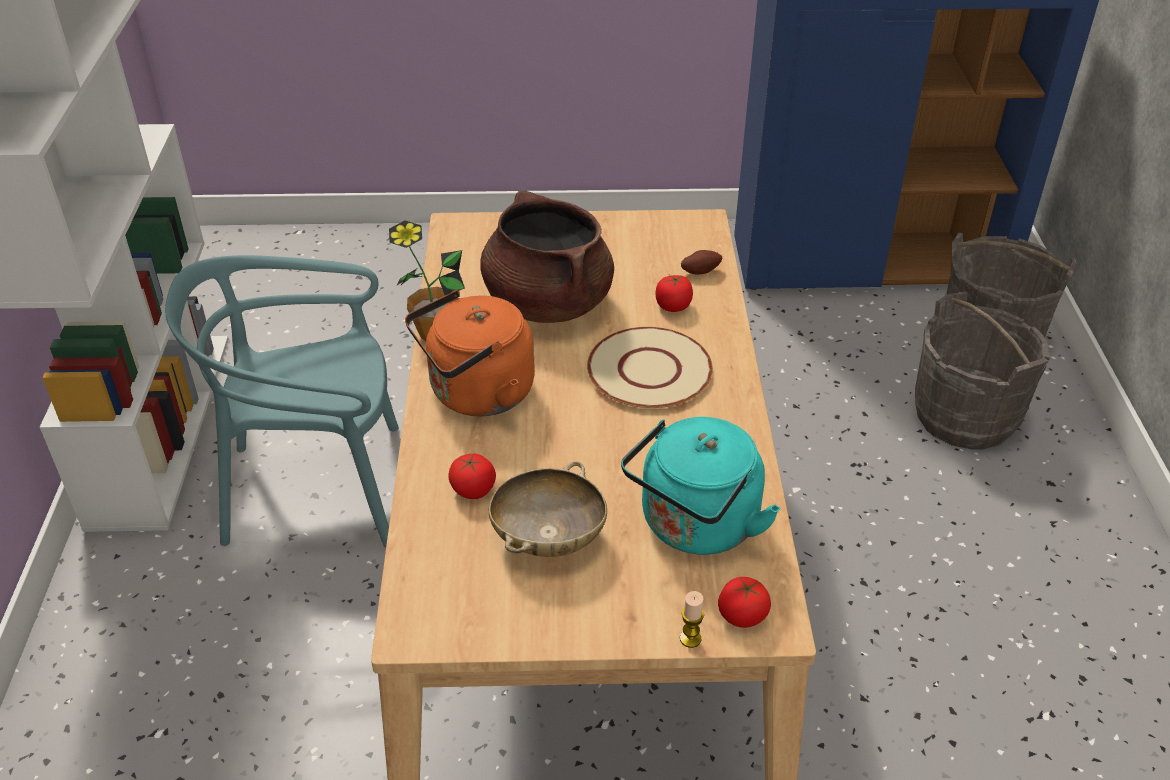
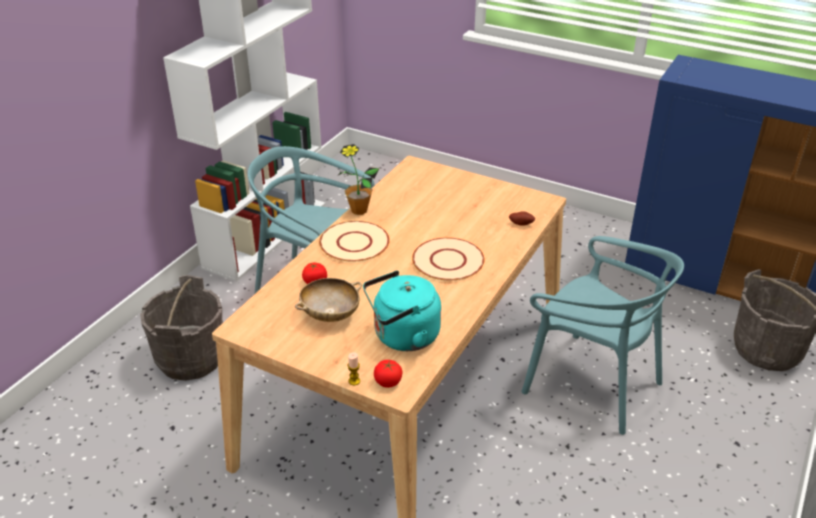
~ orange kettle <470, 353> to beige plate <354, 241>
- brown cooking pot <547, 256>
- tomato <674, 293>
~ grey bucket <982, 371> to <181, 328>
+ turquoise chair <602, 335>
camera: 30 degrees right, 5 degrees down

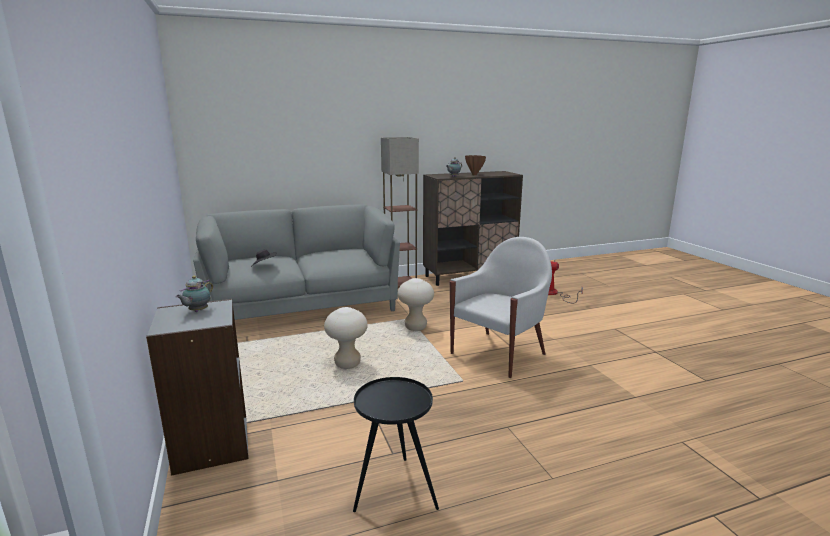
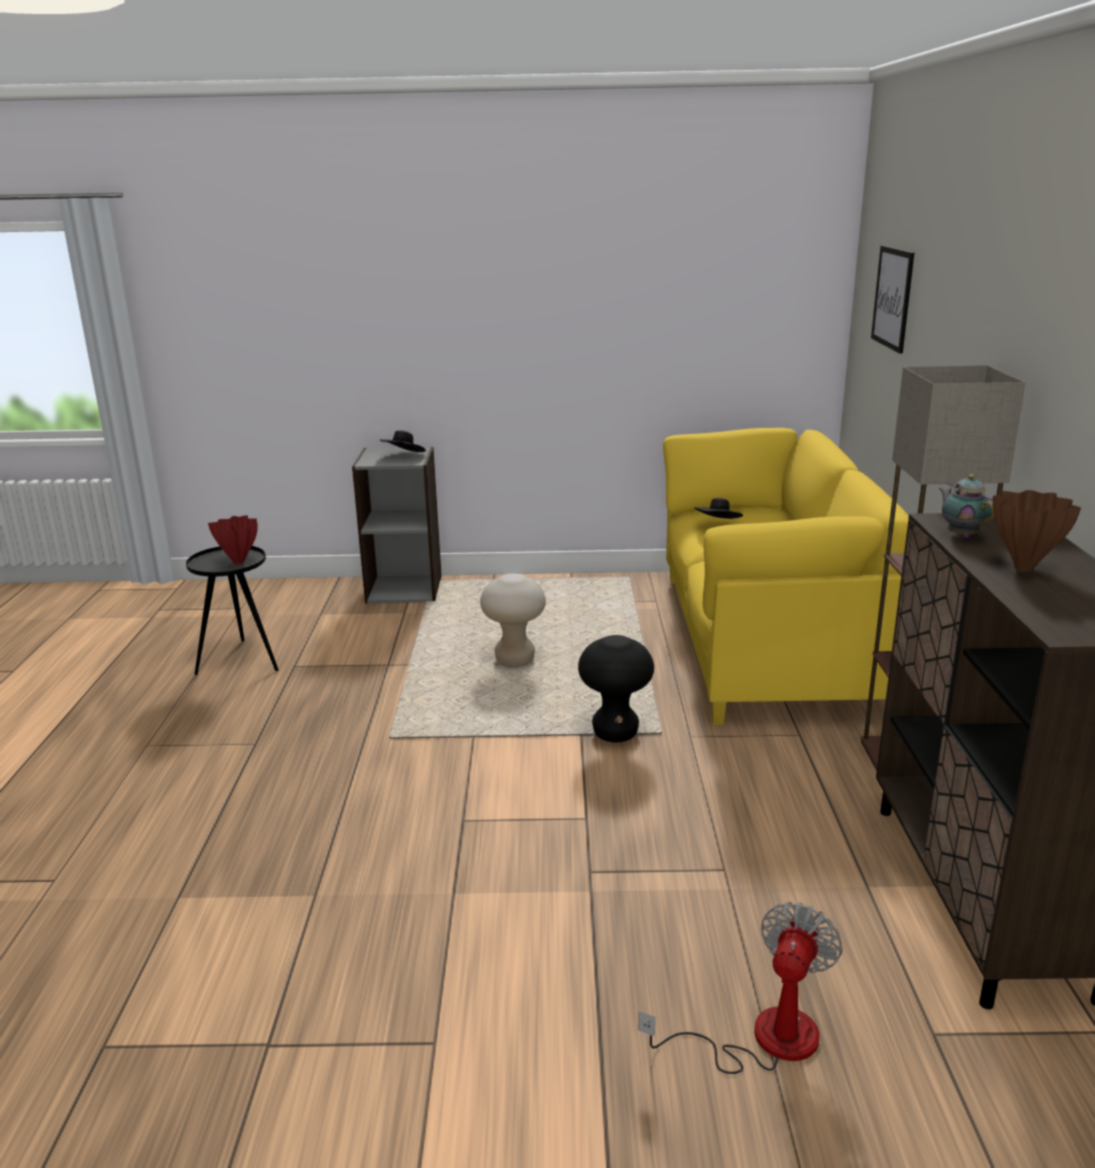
~ teapot <194, 294> to black hat <403, 441>
~ grey sofa <296, 262> to yellow sofa <786, 576>
~ beige stool <416, 304> to black stool <616, 688>
- white armchair <501, 307>
+ red vase <233, 539>
+ picture <892, 299>
camera: 110 degrees right, 5 degrees up

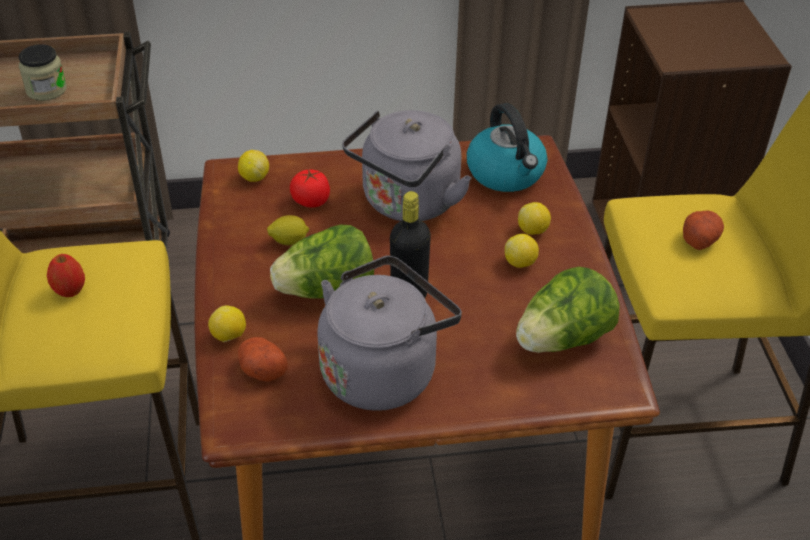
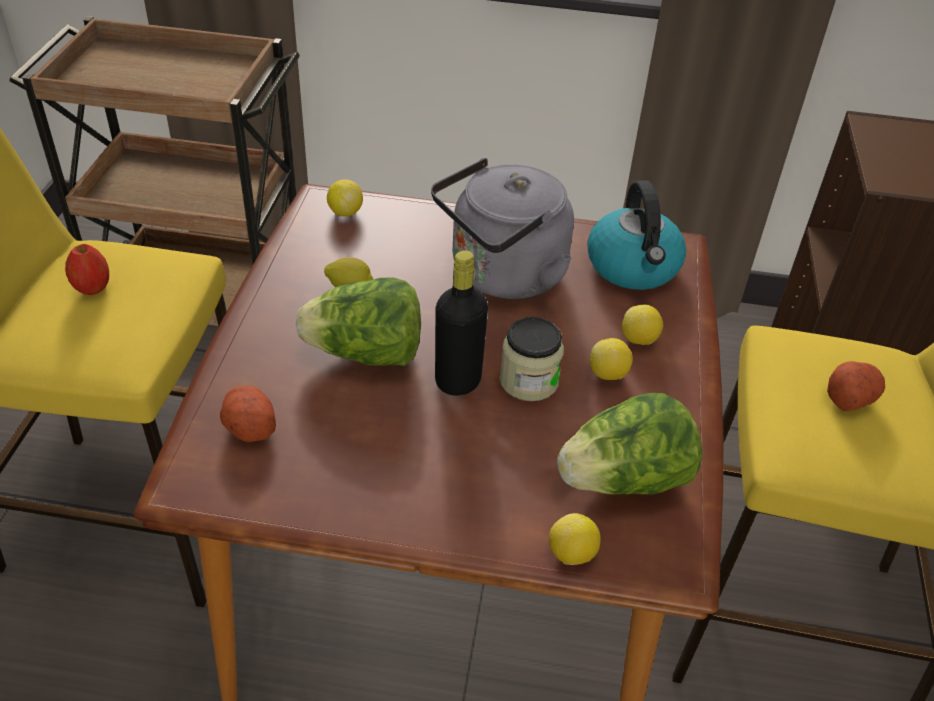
~ jar <43, 72> to <532, 359>
~ lemon <227, 323> to <575, 539>
- tomato <310, 188>
- grey kettle <389, 333>
camera: 15 degrees right, 0 degrees up

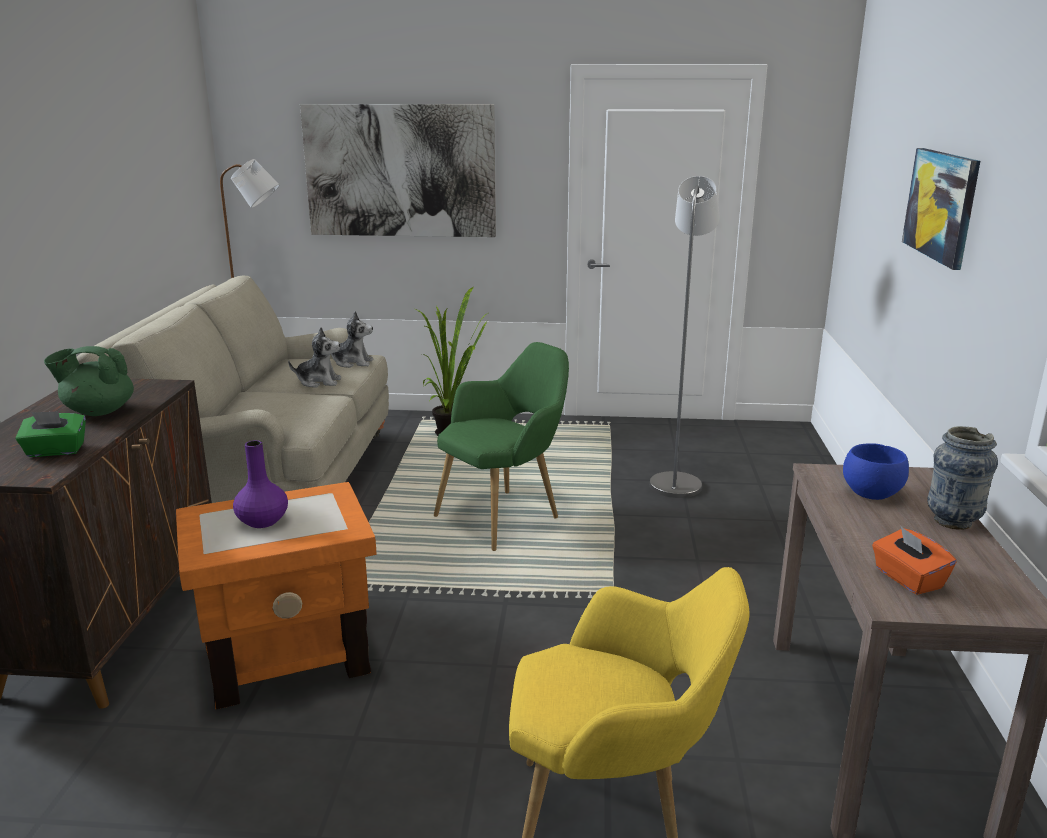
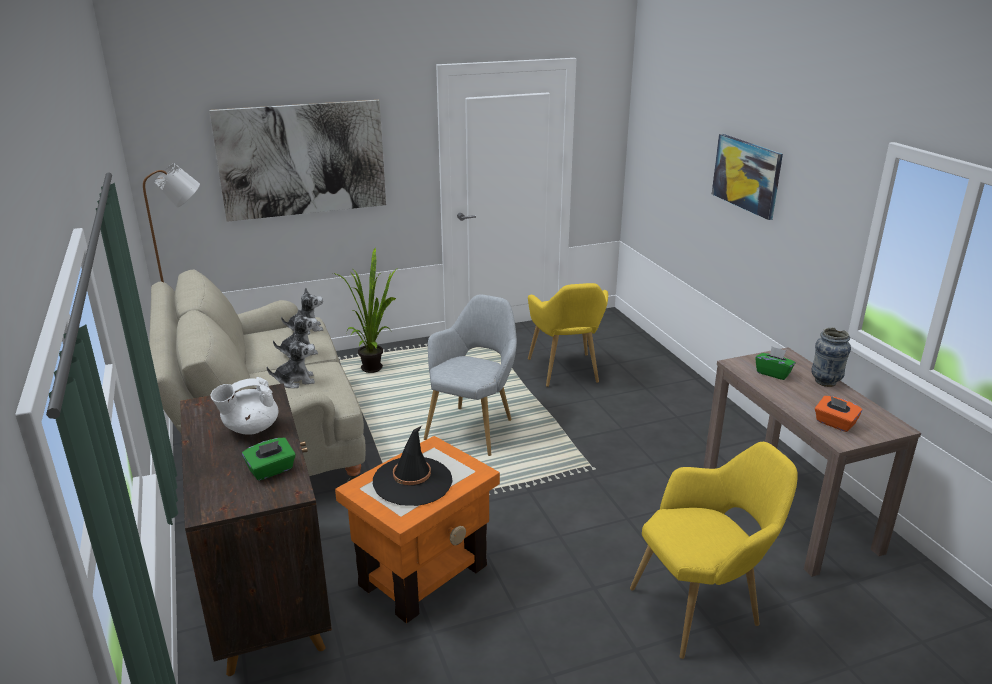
~ green teapot <89, 381> to white teapot <244, 406>
~ purple vase <260, 484> to black hat <412, 466>
~ green armchair <501, 446> to grey armchair <470, 375>
~ grey floor lamp <685, 337> to yellow armchair <568, 335>
~ blue bowl <876, 471> to green tissue box <775, 363>
+ plush toy <291, 361>
camera: 25 degrees left, 5 degrees up

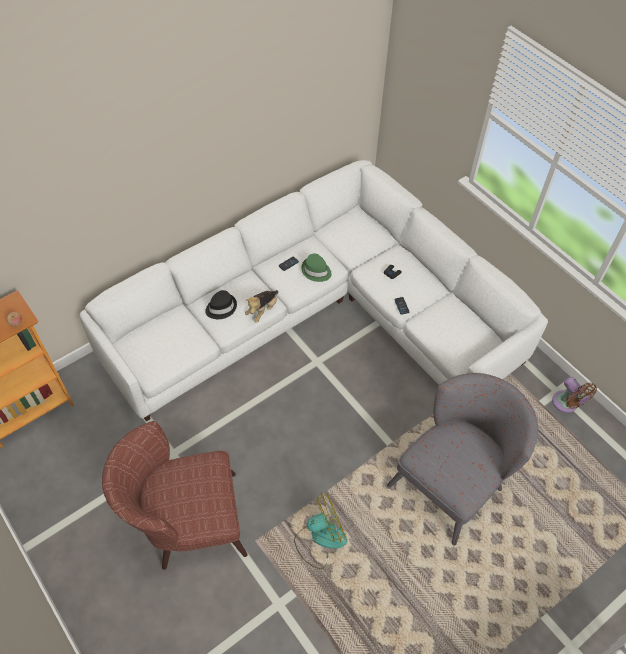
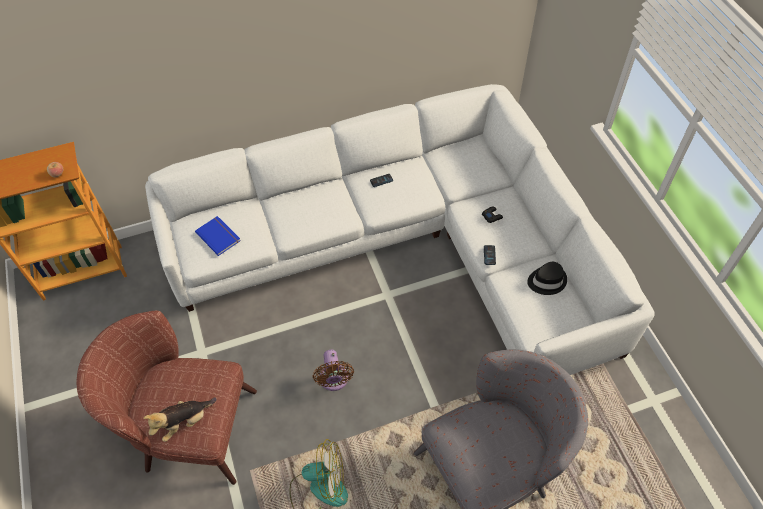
~ black hat <221, 304> to <547, 278>
~ plush toy <261, 306> to <180, 419>
- green hat <316, 267>
~ brown fan <574, 395> to <333, 370>
+ blue book <218, 236>
camera: 20 degrees right, 0 degrees up

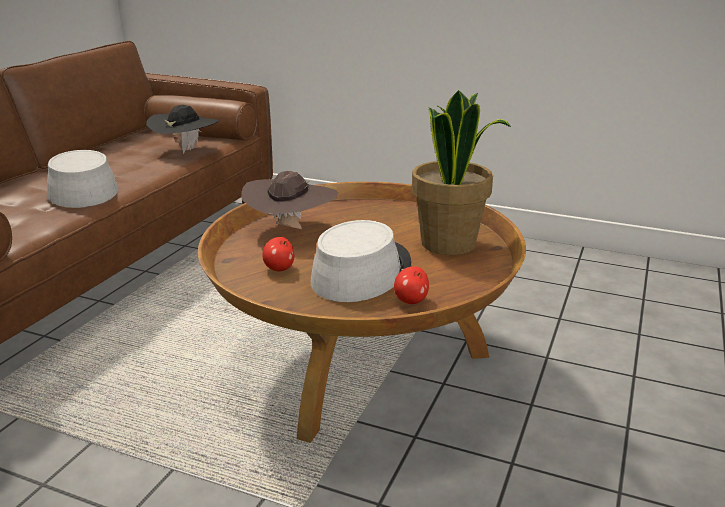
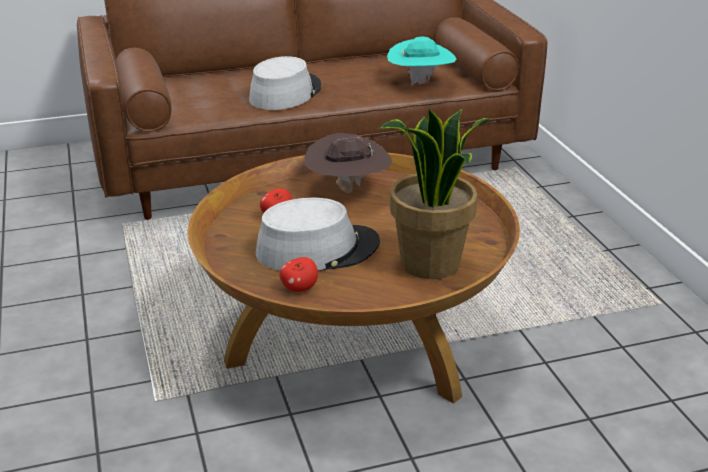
~ black hat <182, 129> to turquoise hat <421, 61>
camera: 50 degrees right, 5 degrees up

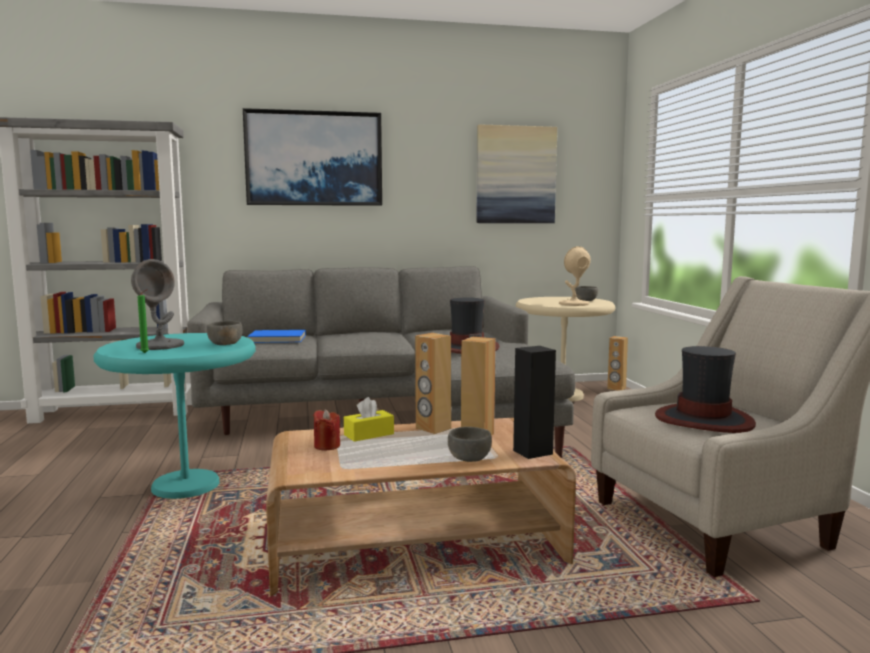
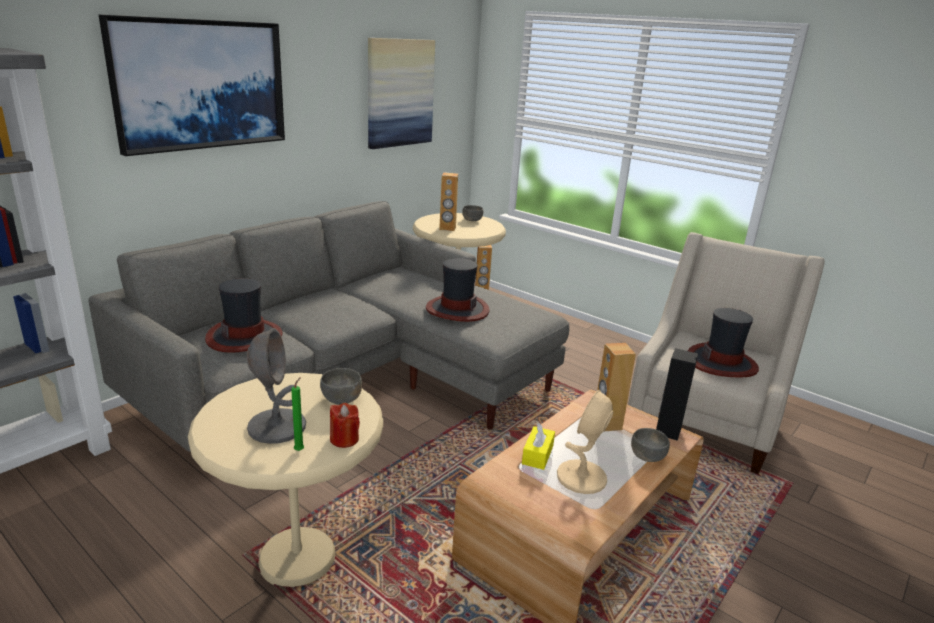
~ turquoise side table <174, 416> to beige side table <285, 480>
~ blue book <276, 336> to hat <243, 315>
~ red candle <326, 430> to <345, 425>
~ brown speaker <433, 383> to <448, 201>
~ beige table lamp <575, 276> to <585, 442>
camera: 40 degrees left, 15 degrees up

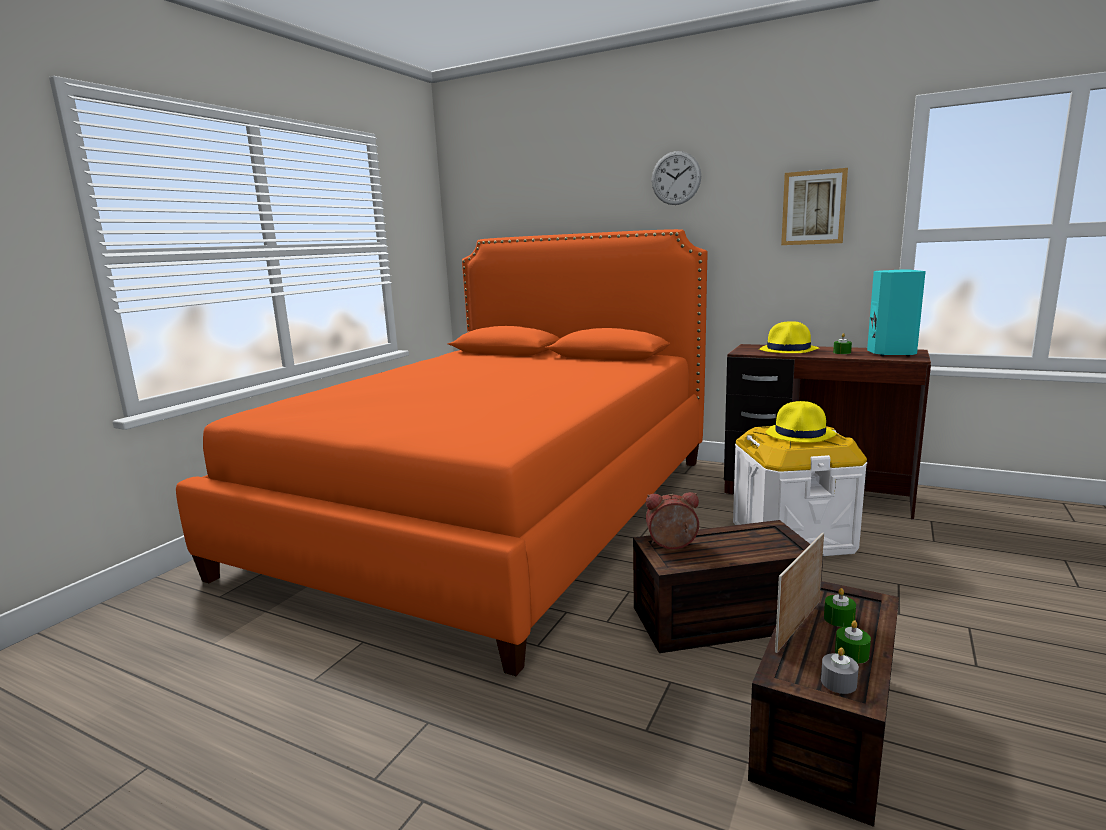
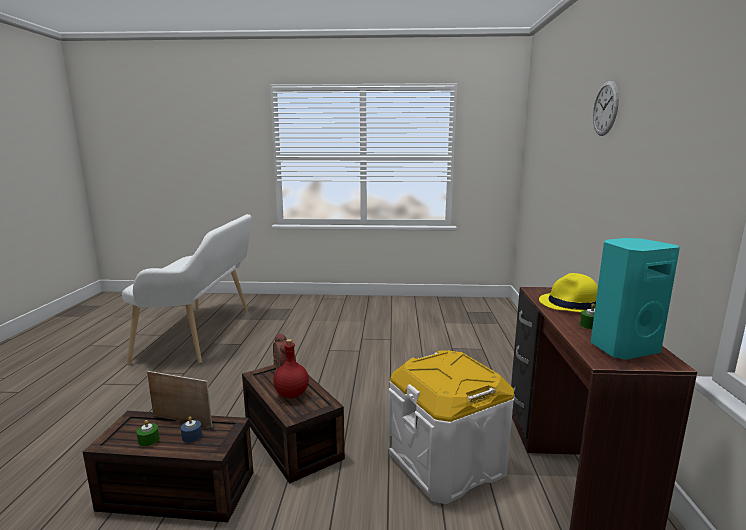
- orange bed <441, 452>
- yellow hat <800, 421>
- picture <814, 206>
- grey candle <840, 670>
~ green candle <840, 607> to blue candle <191, 429>
+ white bench <187, 290>
+ red bottle <291, 369>
camera: 65 degrees right, 0 degrees up

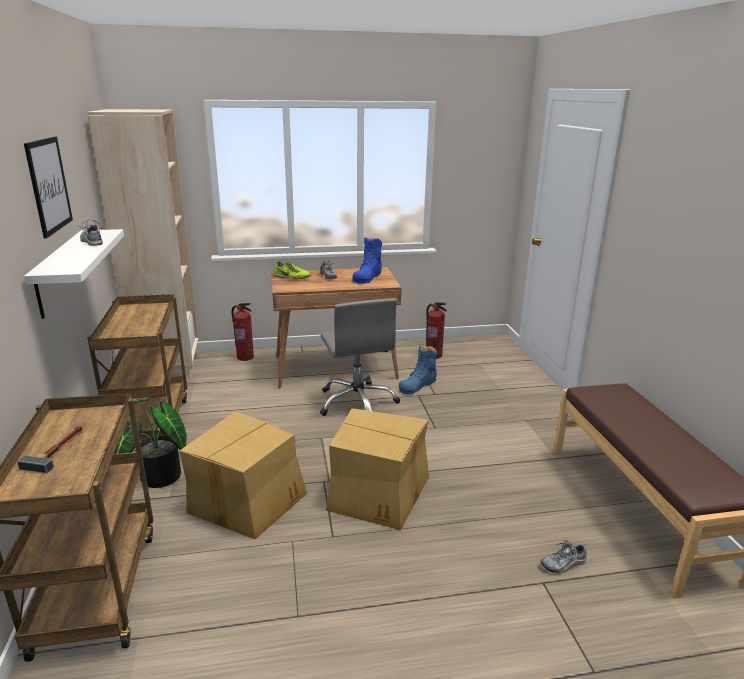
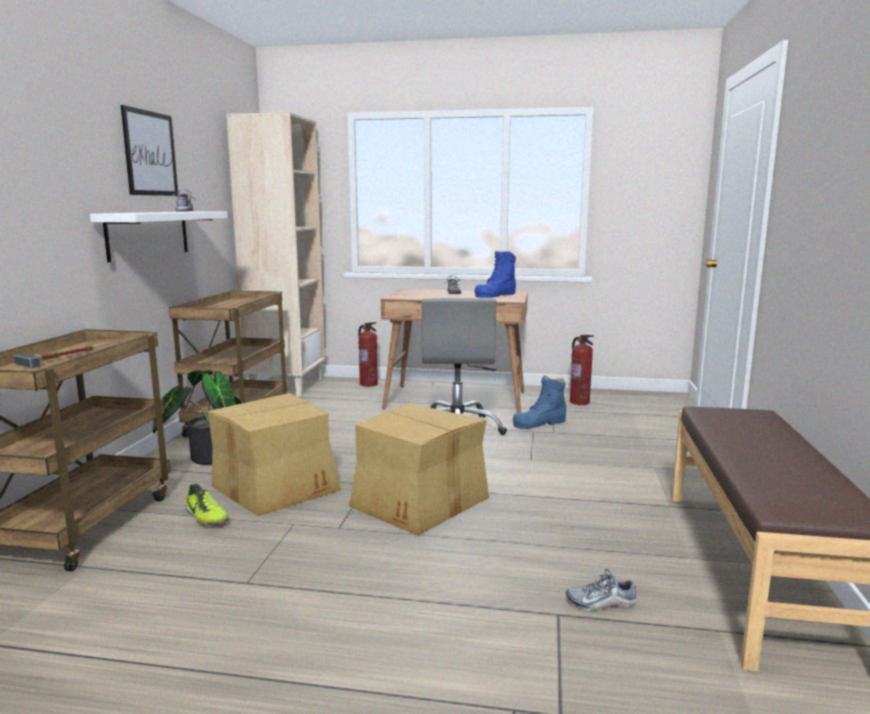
~ shoe <293, 270> to <207, 504>
camera: 20 degrees right, 10 degrees down

